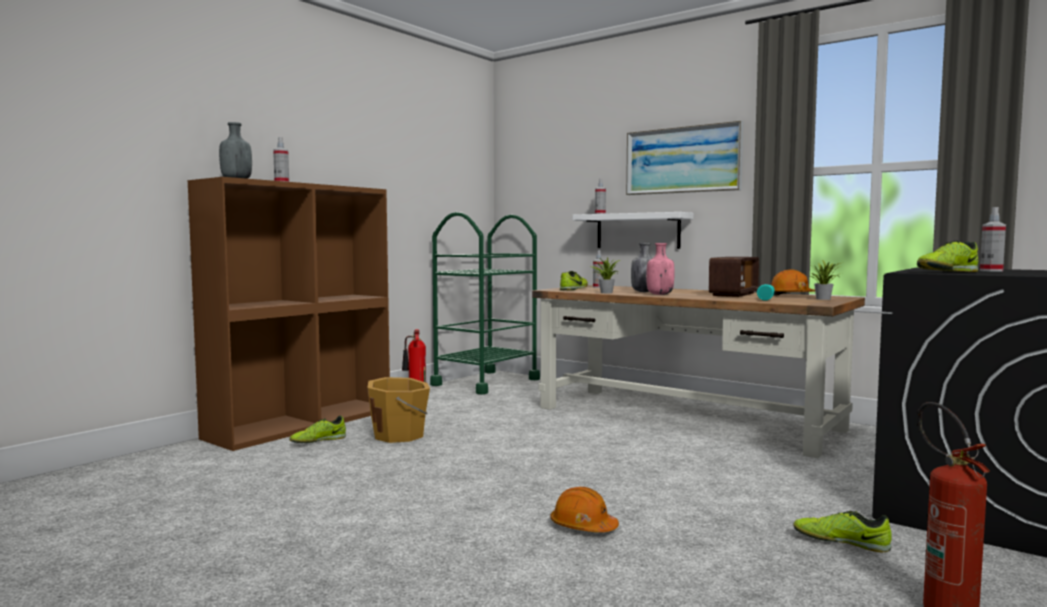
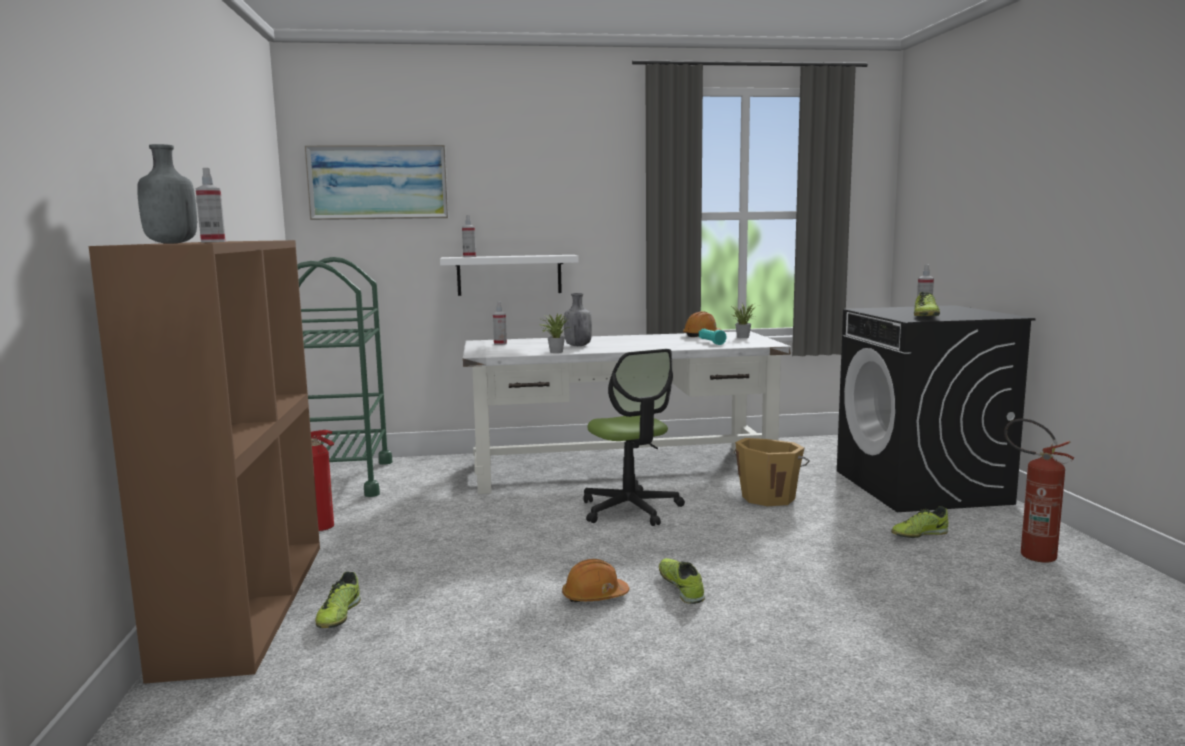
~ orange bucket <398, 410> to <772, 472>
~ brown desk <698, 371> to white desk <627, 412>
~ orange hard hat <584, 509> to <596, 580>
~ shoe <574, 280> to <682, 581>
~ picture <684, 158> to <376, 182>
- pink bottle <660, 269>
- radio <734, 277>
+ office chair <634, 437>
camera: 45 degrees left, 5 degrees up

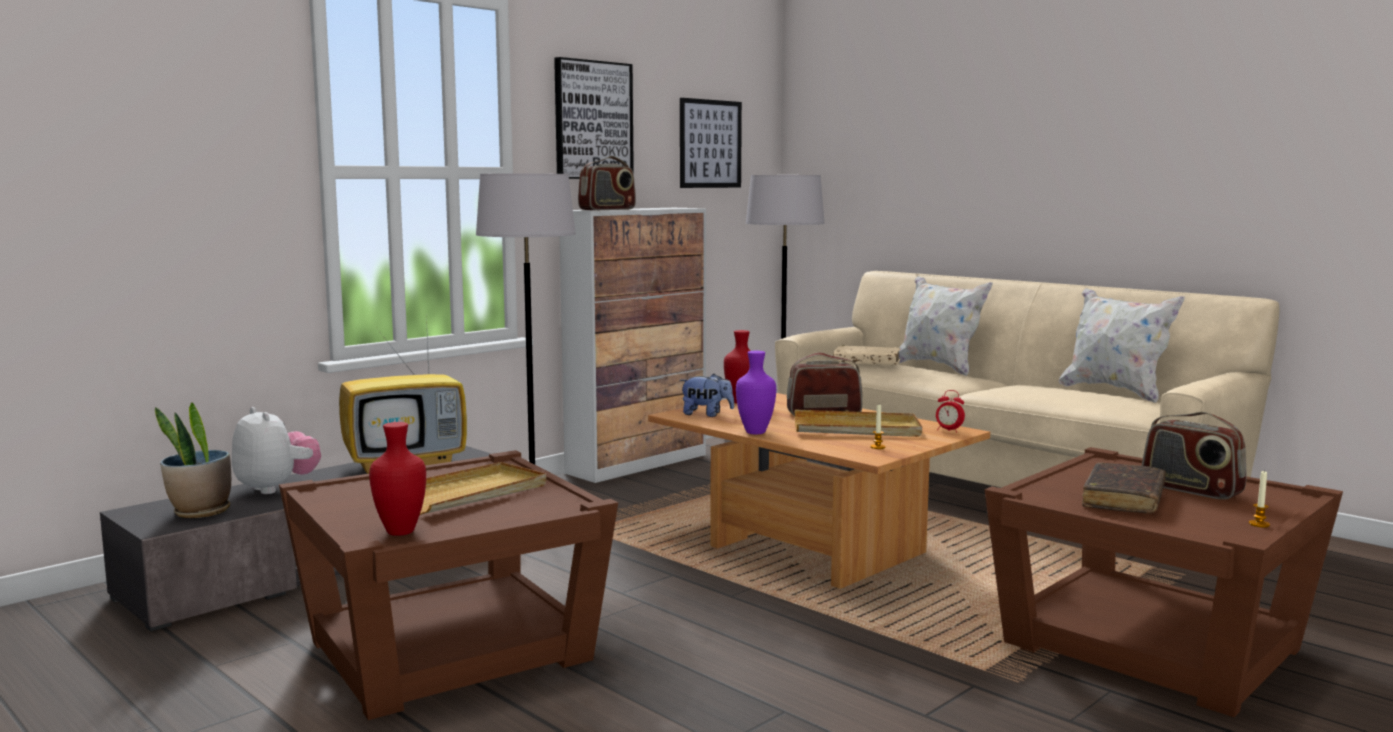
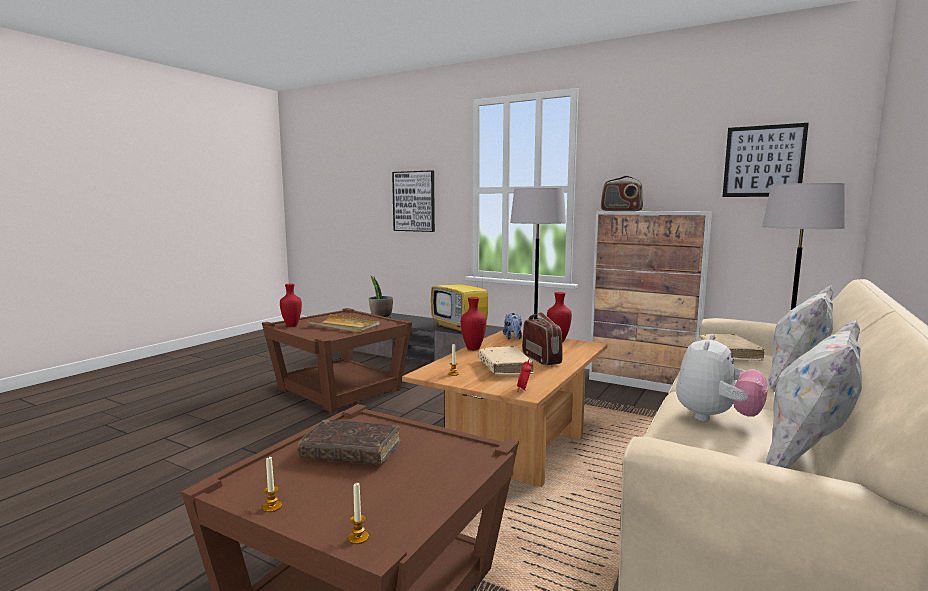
~ plush toy <276, 450> to <722, 377>
~ picture <594, 118> to <413, 201>
~ purple vase <756, 392> to red vase <473, 323>
~ beige tray <858, 423> to beige book <506, 360>
- radio <1194, 456>
+ candle <358, 513>
camera: 75 degrees right, 0 degrees up

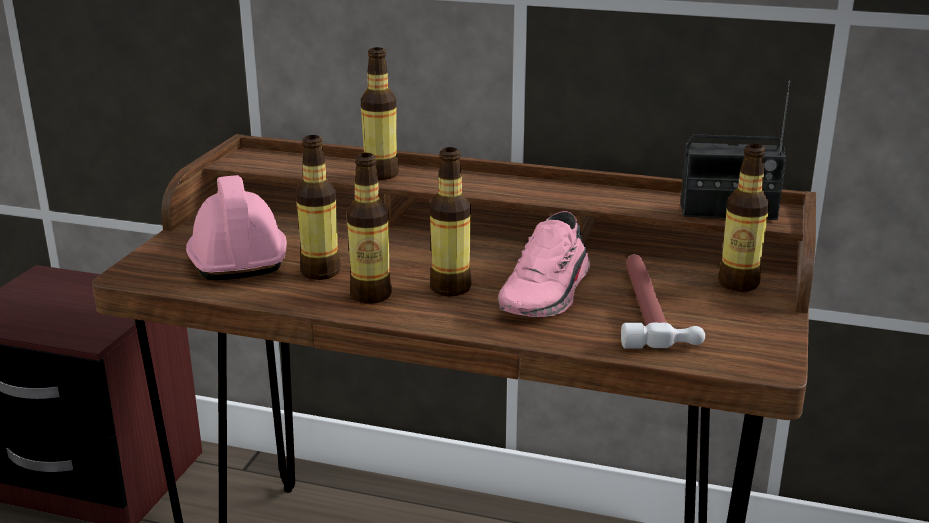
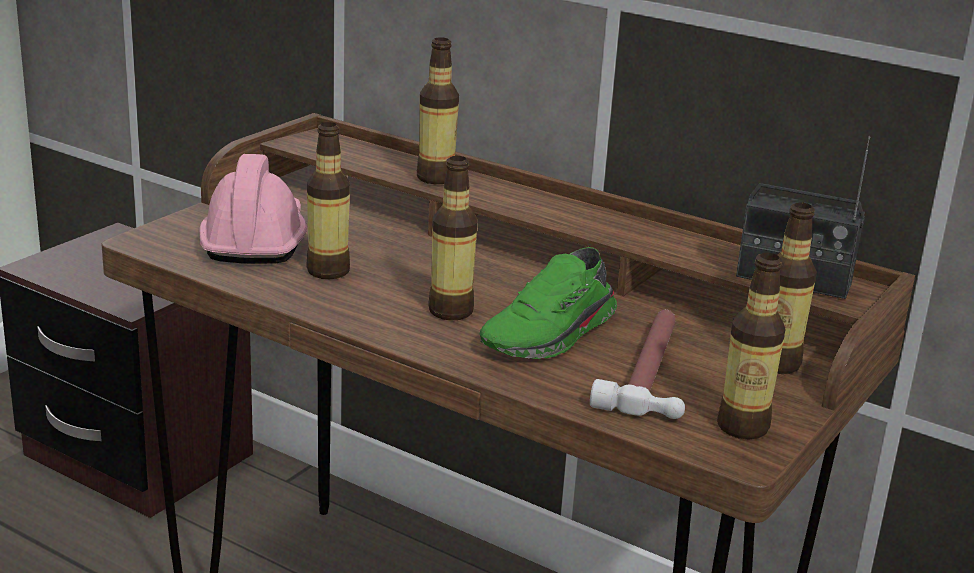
~ bottle <369, 228> to <751, 346>
~ pink shoe <544, 264> to green shoe <548, 303>
camera: 15 degrees right, 0 degrees up

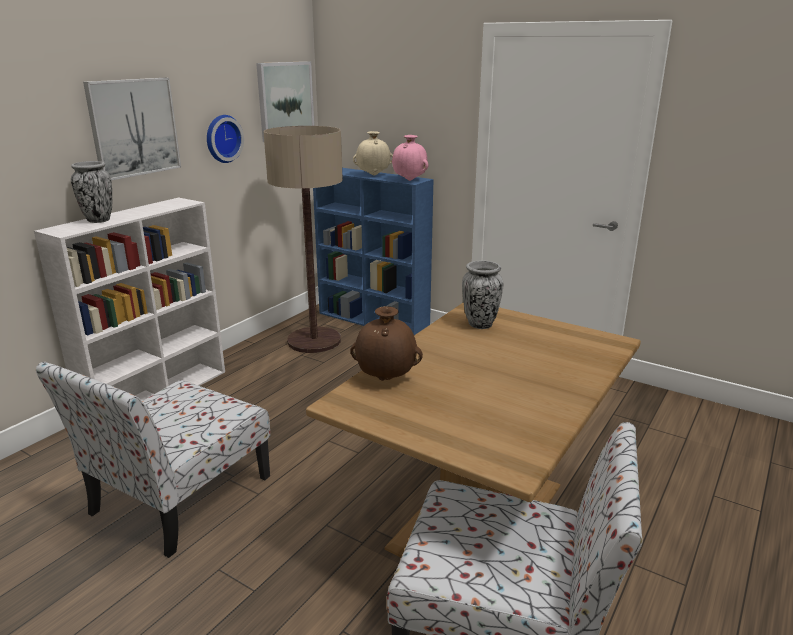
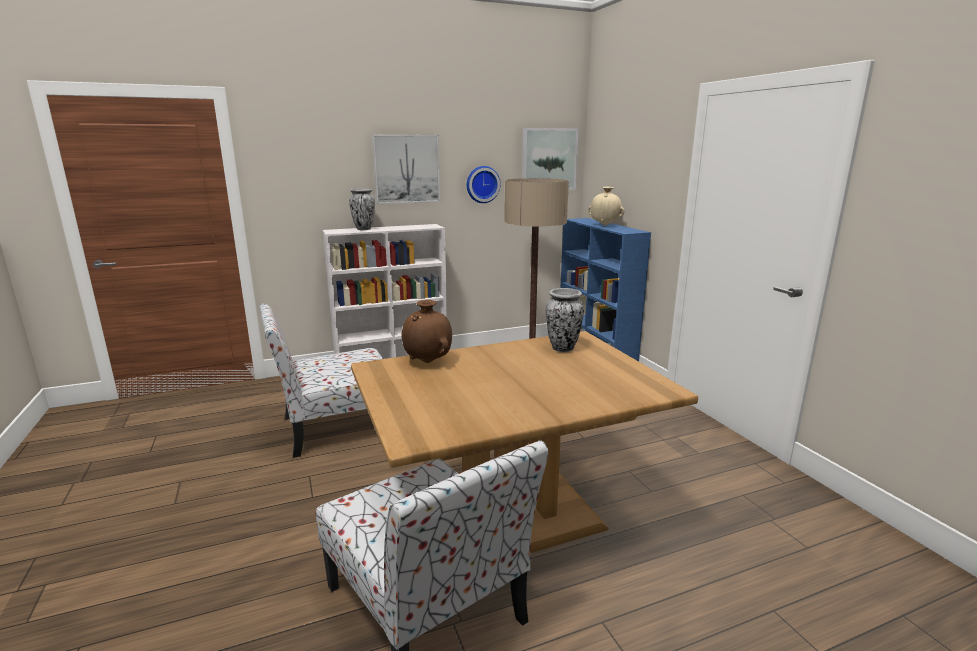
- pink vase <410, 158>
camera: 35 degrees right, 5 degrees down

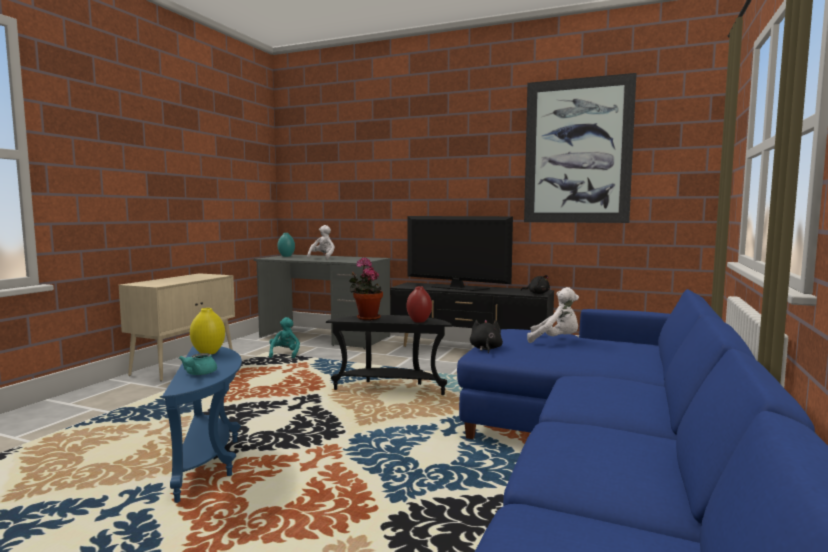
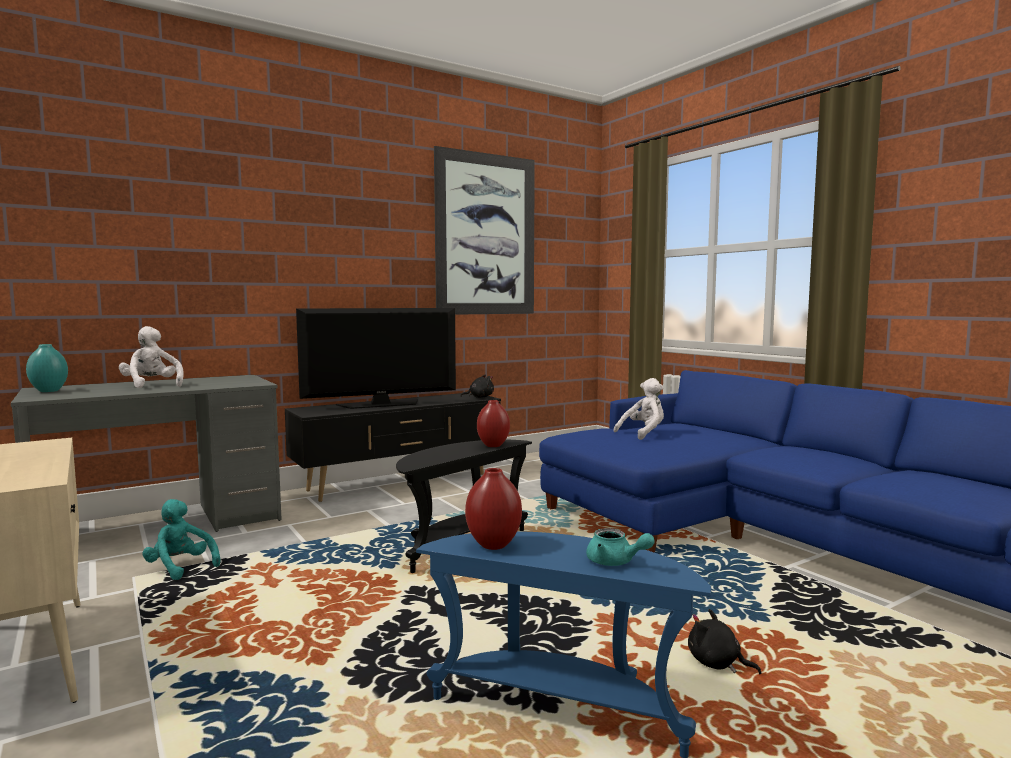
~ yellow vase <207, 331> to red vase <493, 509>
- potted plant <366, 289>
~ black plush toy <486, 336> to <724, 641>
camera: 55 degrees left, 0 degrees up

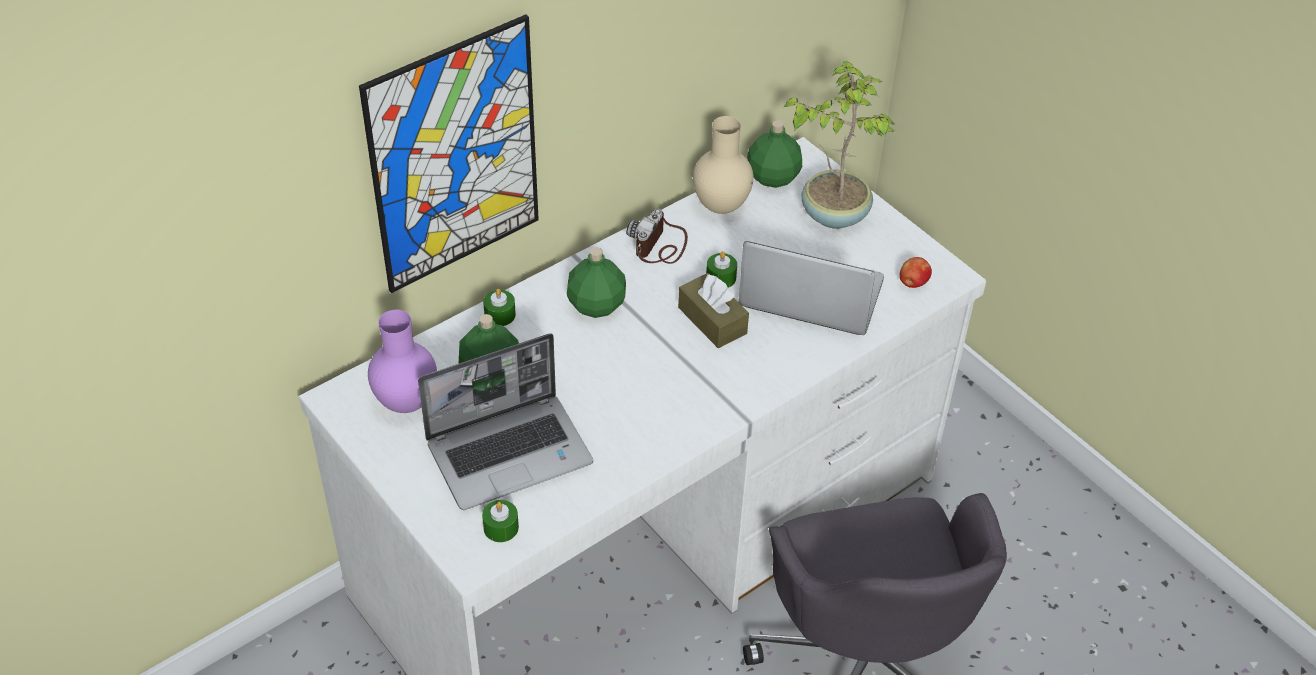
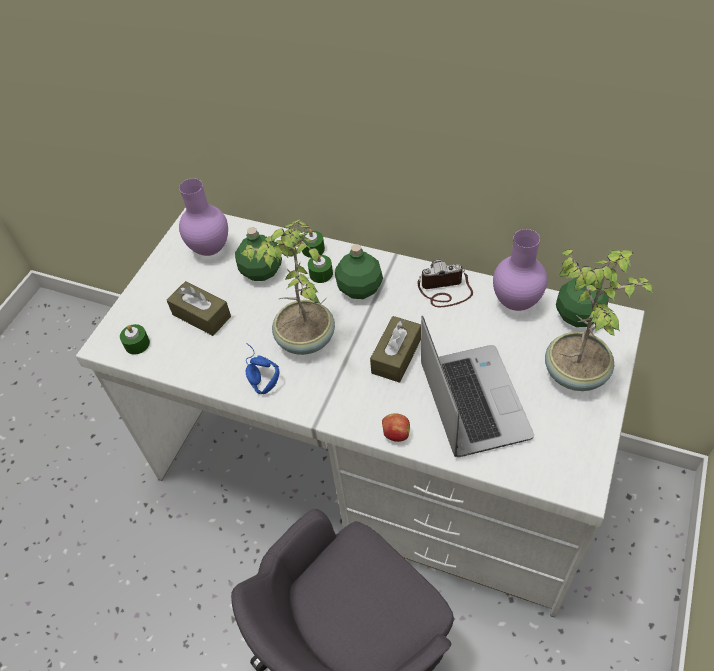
- picture <449, 153>
~ laptop <505, 421> to brown tissue box <199, 308>
~ beige vase <723, 165> to purple vase <520, 270>
~ green candle <721, 269> to <320, 268>
~ apple <916, 272> to <396, 427>
+ potted plant <288, 287>
+ blue headphones <263, 368>
camera: 65 degrees right, 5 degrees up

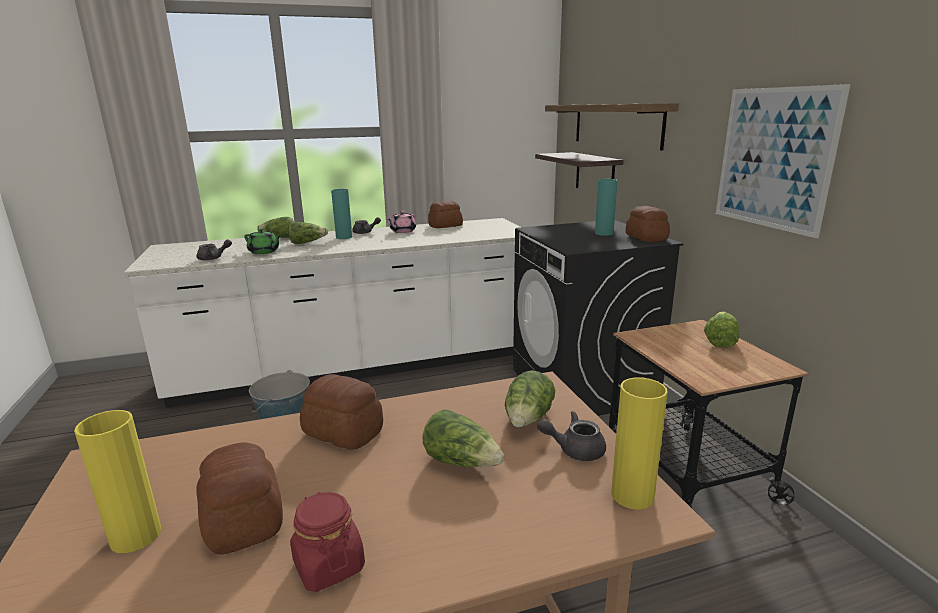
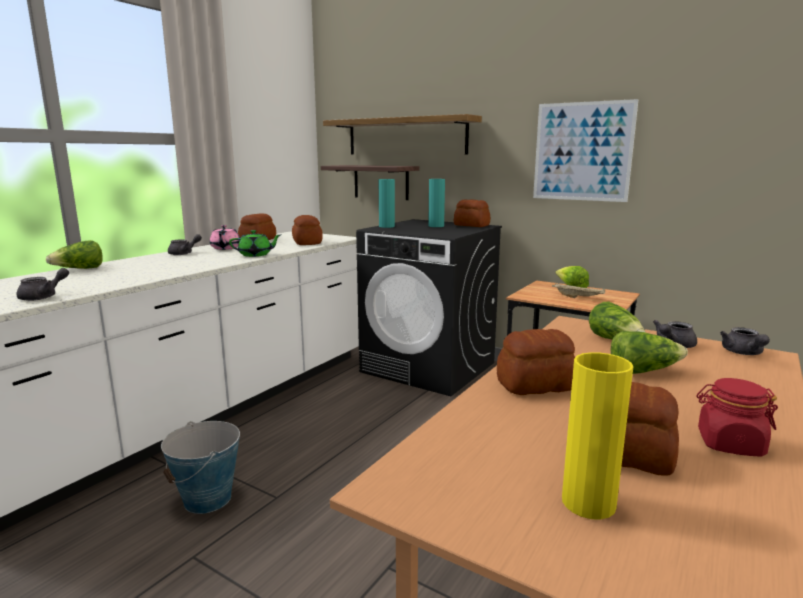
~ green teapot <262, 241> to <254, 243>
- lettuce <308, 233>
~ turquoise vase <341, 214> to <387, 203>
~ yellow vase <639, 443> to grey teapot <745, 341>
+ bread <307, 230>
+ beige tray <578, 290>
camera: 40 degrees left, 5 degrees down

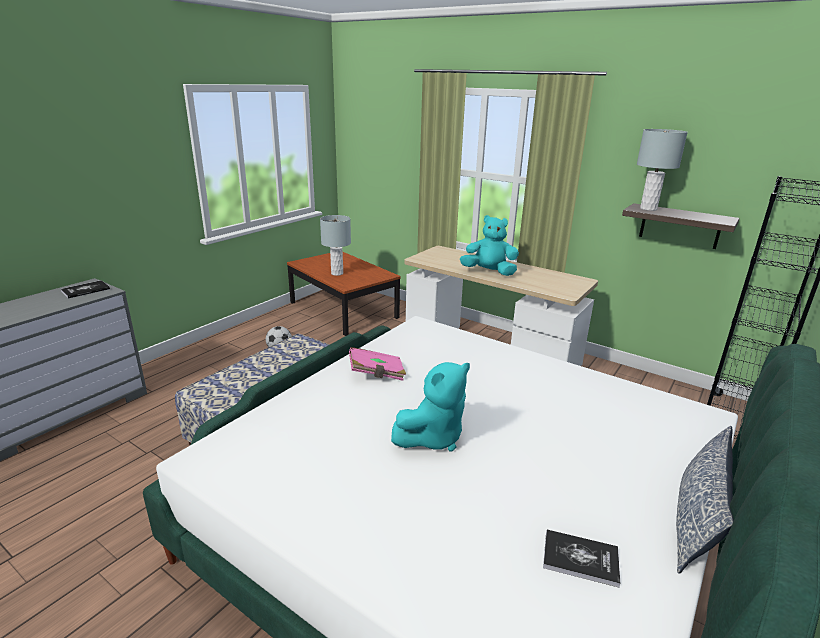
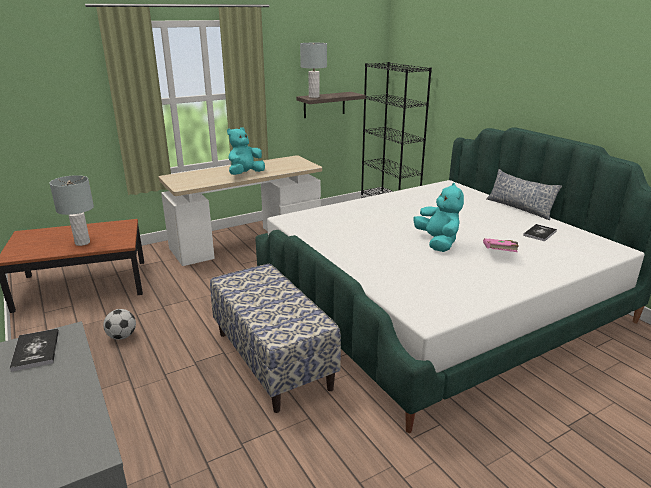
~ pink book <377, 364> to <501, 245>
camera: 65 degrees left, 0 degrees up

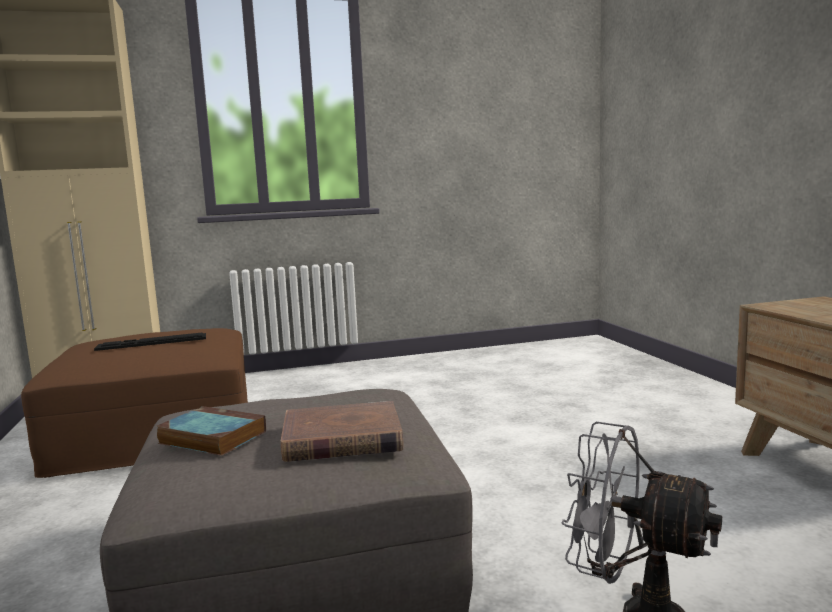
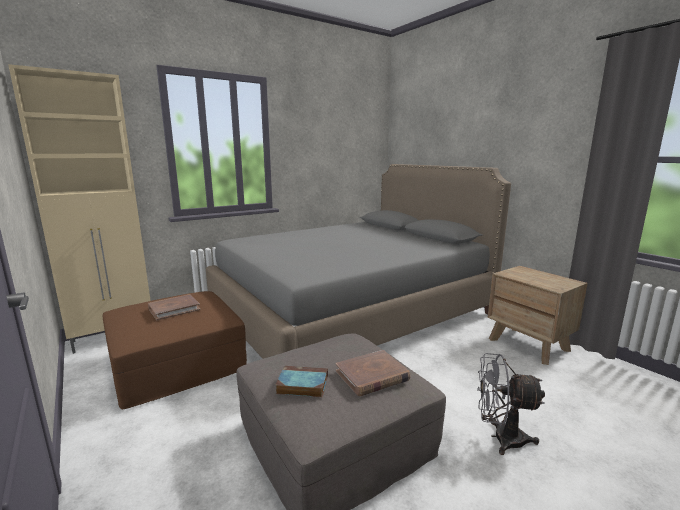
~ keyboard <150, 342> to brown book <174, 307>
+ grey bed <358, 261>
camera: 20 degrees left, 5 degrees up

